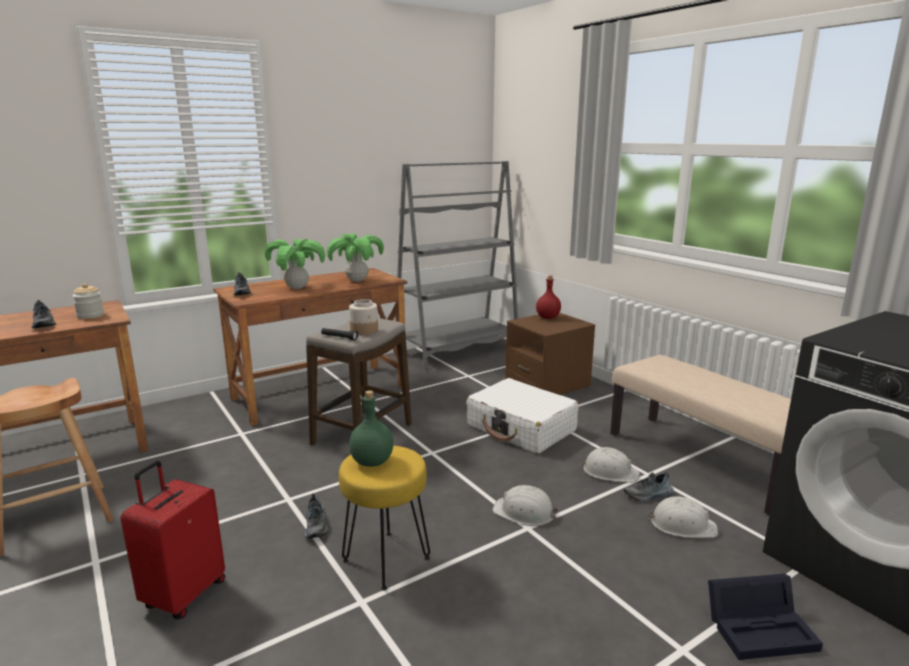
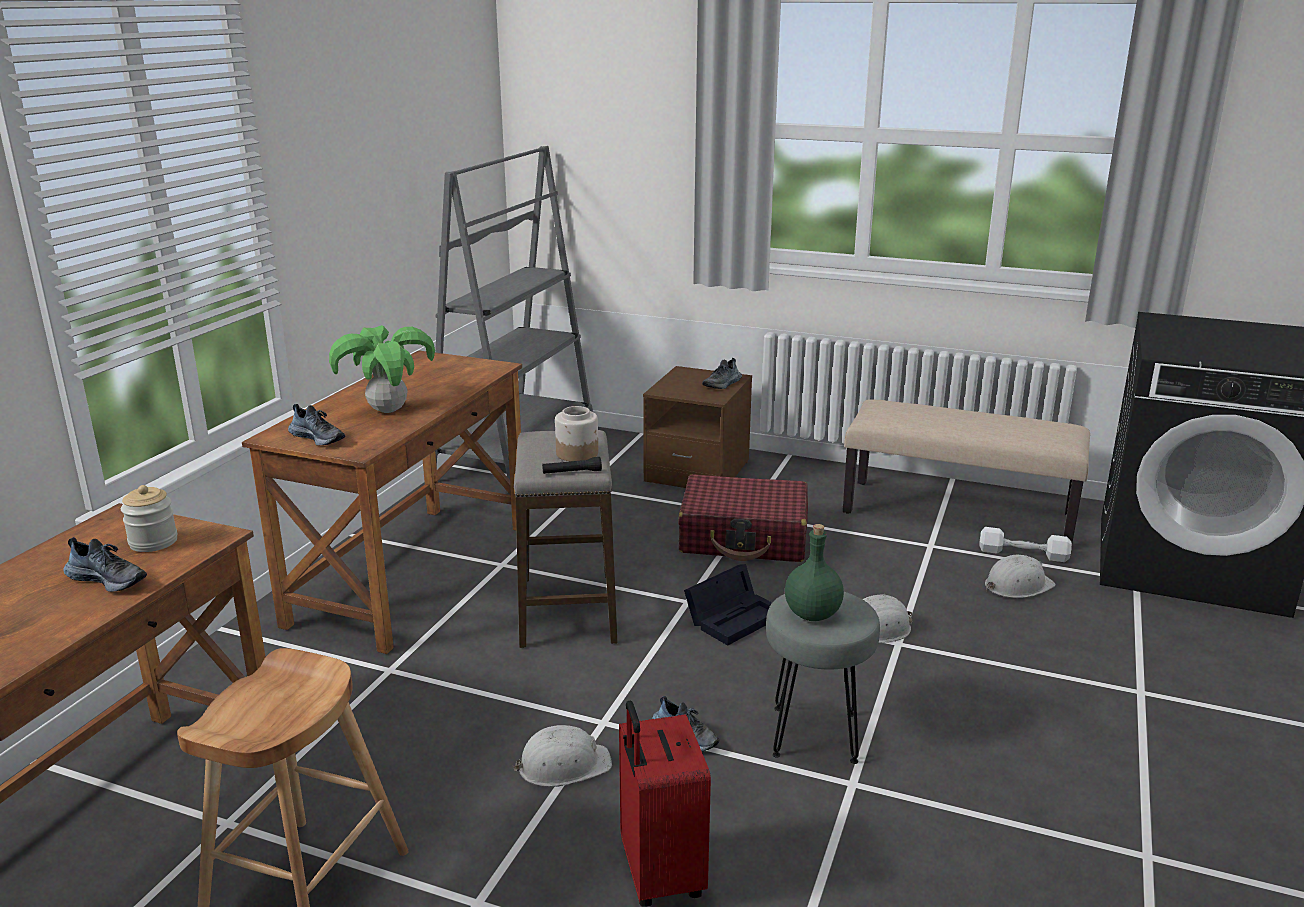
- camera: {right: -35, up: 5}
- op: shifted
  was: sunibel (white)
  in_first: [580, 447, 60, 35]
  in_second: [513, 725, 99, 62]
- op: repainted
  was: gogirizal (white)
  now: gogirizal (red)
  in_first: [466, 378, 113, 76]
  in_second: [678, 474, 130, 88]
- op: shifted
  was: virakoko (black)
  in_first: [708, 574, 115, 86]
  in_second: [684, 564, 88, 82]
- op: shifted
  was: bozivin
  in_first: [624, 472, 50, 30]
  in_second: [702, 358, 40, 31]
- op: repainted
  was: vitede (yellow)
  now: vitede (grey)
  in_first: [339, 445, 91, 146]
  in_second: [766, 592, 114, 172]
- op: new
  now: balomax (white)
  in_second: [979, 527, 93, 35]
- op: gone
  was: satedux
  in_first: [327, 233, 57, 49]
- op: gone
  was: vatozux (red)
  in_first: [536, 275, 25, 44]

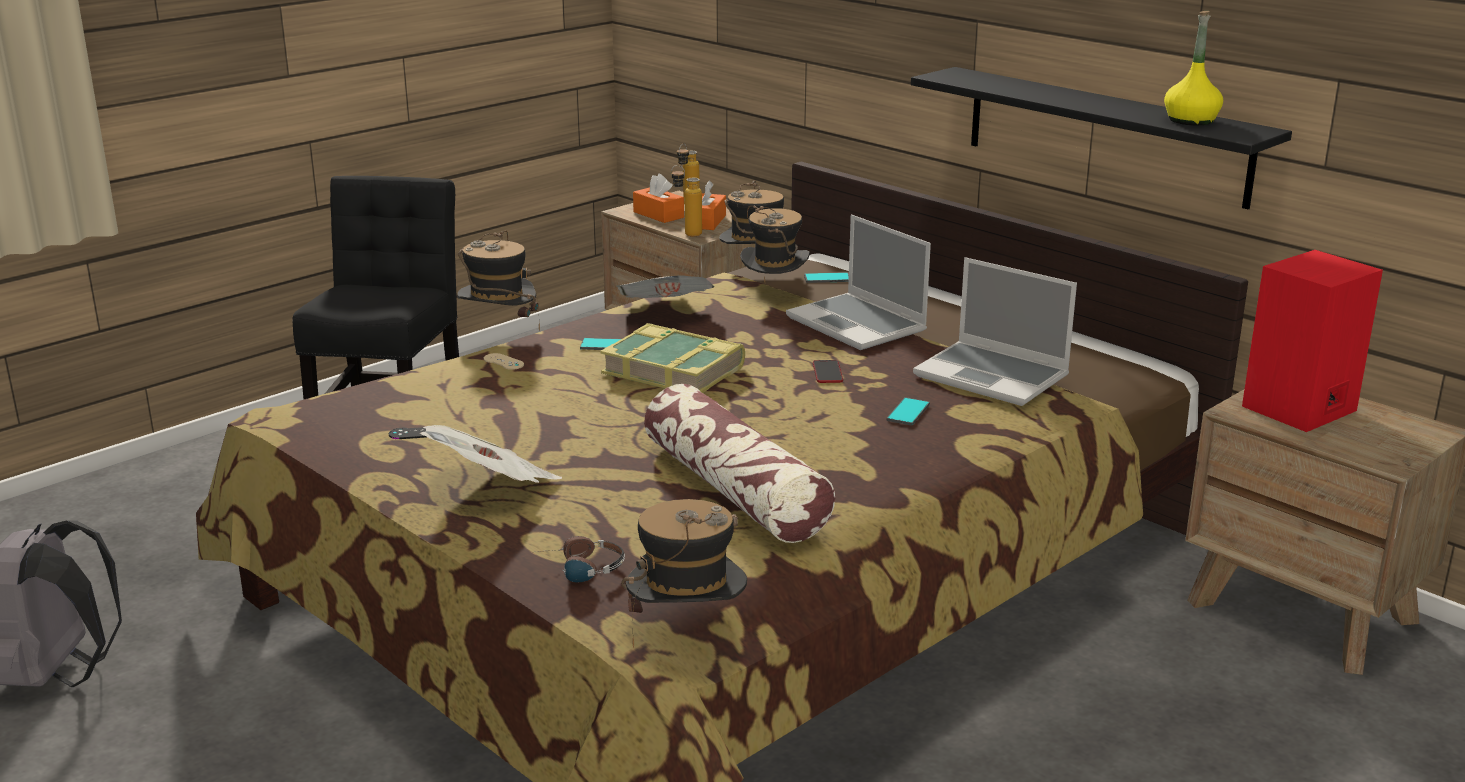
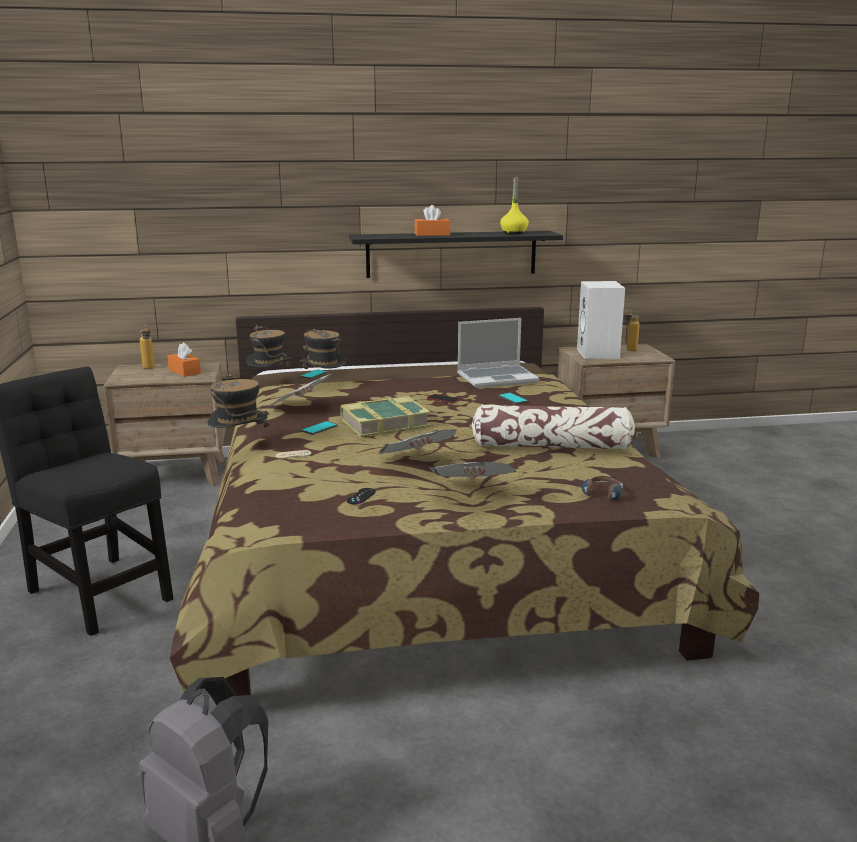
- camera: {right: -55, up: -5}
- op: new
  now: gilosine
  in_second: [378, 429, 79, 25]
- op: shifted
  was: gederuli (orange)
  in_first: [633, 174, 51, 49]
  in_second: [414, 205, 36, 31]
- op: repainted
  was: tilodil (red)
  now: tilodil (white)
  in_first: [1242, 250, 141, 182]
  in_second: [577, 281, 48, 78]
- op: shifted
  was: vatozux
  in_first: [671, 165, 31, 72]
  in_second: [624, 309, 16, 42]
- op: gone
  was: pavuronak
  in_first: [621, 499, 126, 149]
- op: gone
  was: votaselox
  in_first: [786, 215, 145, 135]

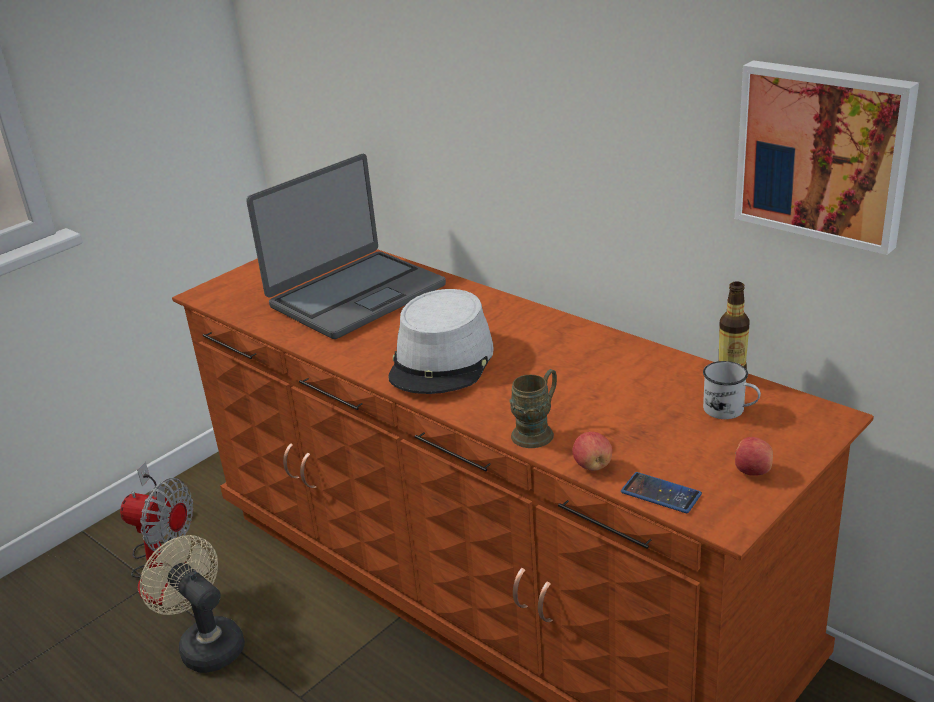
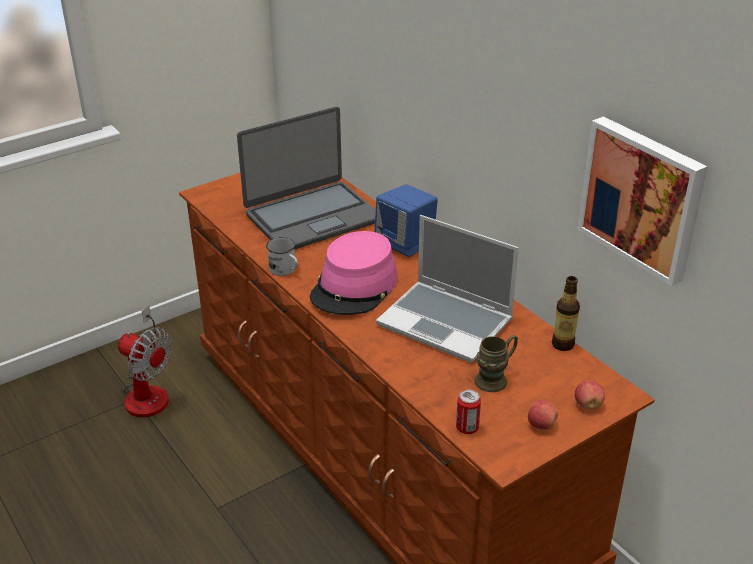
- camera: {right: 10, up: 5}
- op: shifted
  was: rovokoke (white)
  in_first: [703, 361, 58, 58]
  in_second: [266, 237, 32, 39]
- op: repainted
  was: pavuronak (grey)
  now: pavuronak (pink)
  in_first: [388, 289, 106, 105]
  in_second: [310, 231, 88, 84]
- op: new
  now: tilodil (blue)
  in_second: [374, 184, 64, 73]
- op: new
  now: votaselox
  in_second: [376, 215, 143, 148]
- op: swapped
  was: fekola
  now: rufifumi
  in_first: [621, 472, 81, 41]
  in_second: [456, 390, 25, 44]
- op: shifted
  was: rovokoke (brown)
  in_first: [509, 369, 48, 79]
  in_second: [474, 335, 44, 57]
- op: shifted
  was: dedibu
  in_first: [572, 432, 40, 39]
  in_second: [575, 380, 30, 30]
- op: gone
  was: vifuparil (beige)
  in_first: [140, 535, 105, 138]

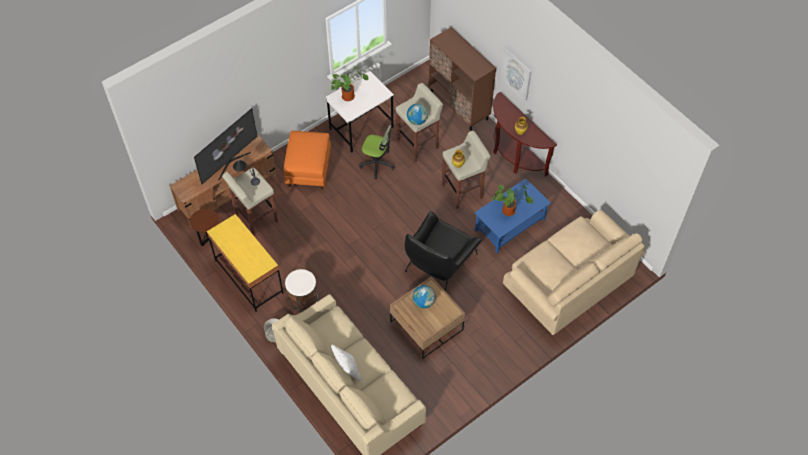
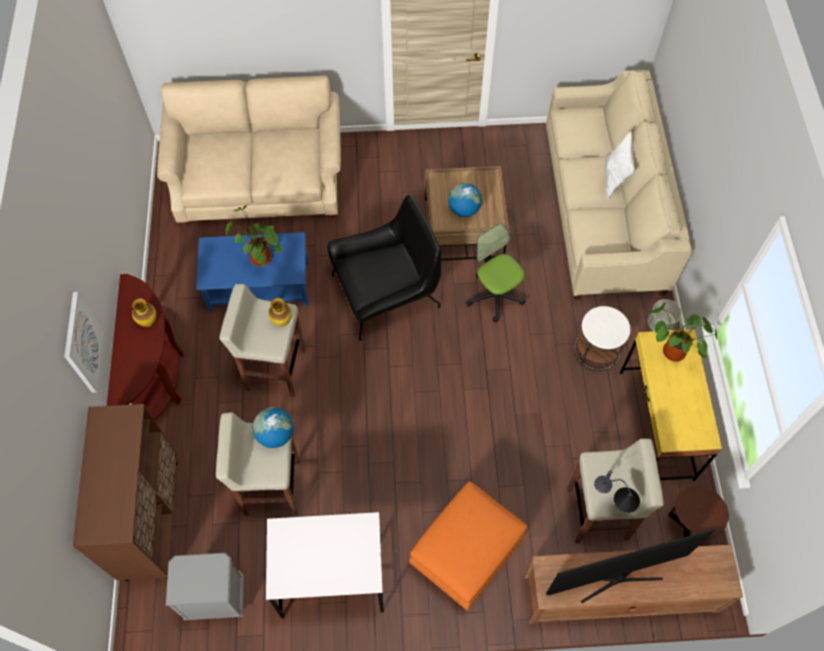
- camera: {right: -145, up: 5}
- op: new
  now: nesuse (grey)
  in_second: [166, 553, 78, 67]
- op: shifted
  was: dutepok
  in_first: [359, 125, 36, 54]
  in_second: [466, 224, 59, 98]
- op: shifted
  was: satedux
  in_first: [331, 66, 37, 35]
  in_second: [649, 303, 68, 59]

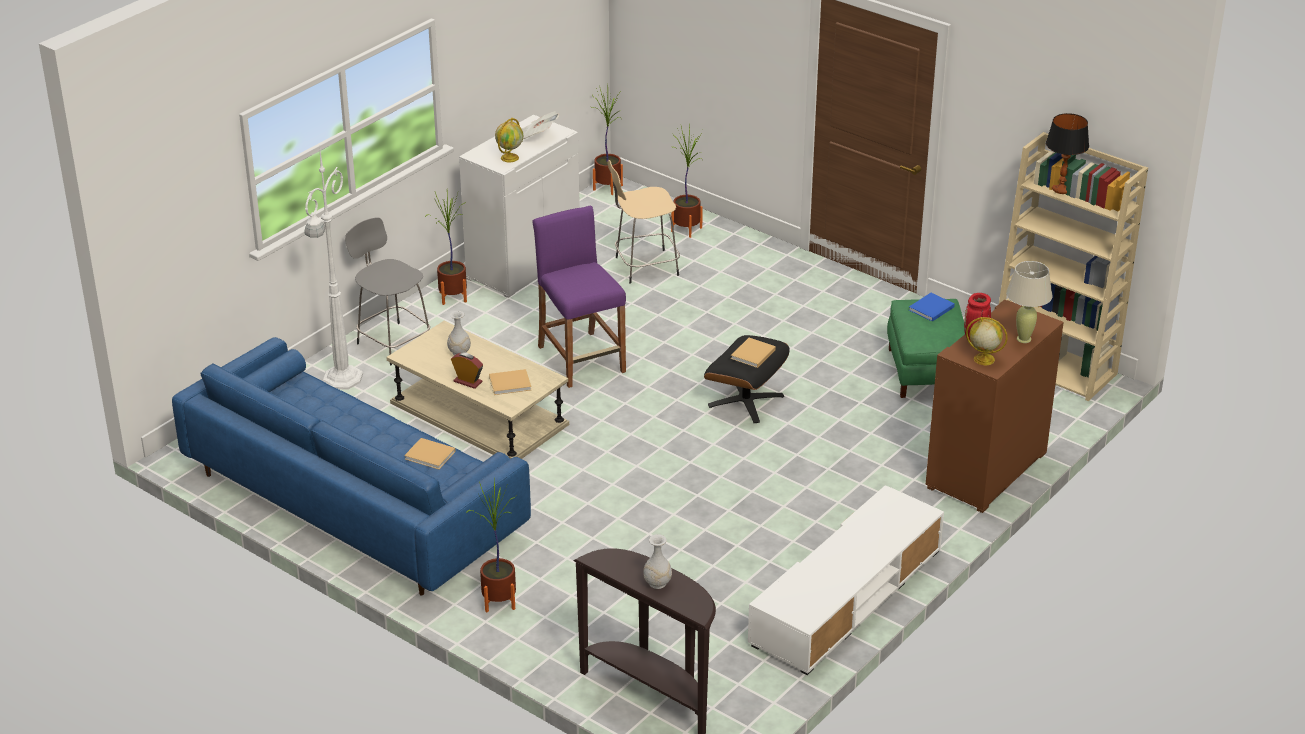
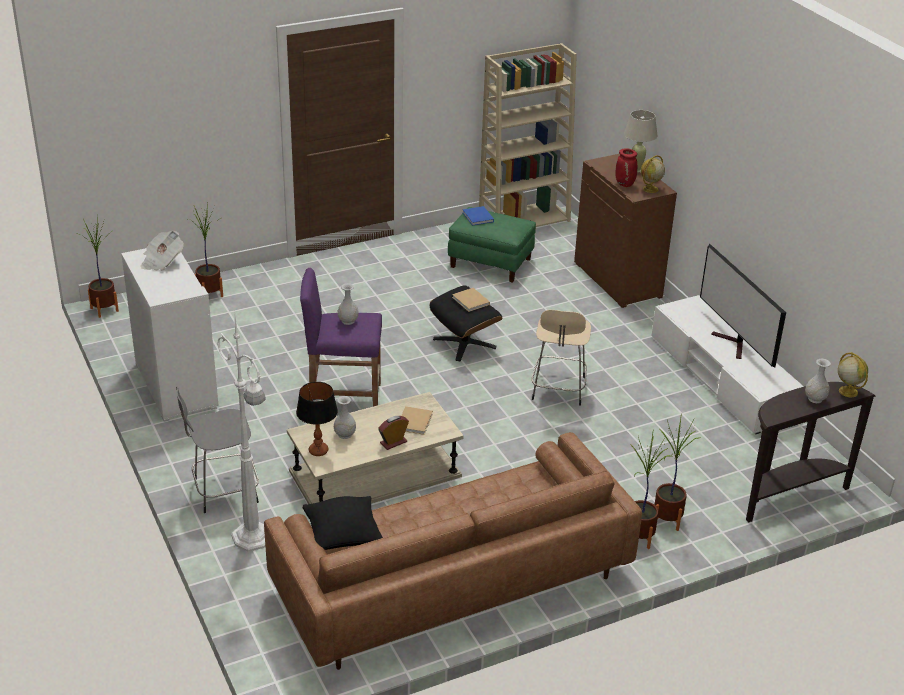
- camera: {right: -65, up: 0}
- op: repainted
  was: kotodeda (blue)
  now: kotodeda (brown)
  in_first: [172, 337, 359, 259]
  in_second: [264, 432, 378, 238]
- op: shifted
  was: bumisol
  in_first: [1046, 113, 43, 81]
  in_second: [296, 382, 42, 74]
- op: new
  now: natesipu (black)
  in_second: [303, 496, 80, 54]
- op: new
  now: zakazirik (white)
  in_second: [338, 283, 21, 42]
- op: shifted
  was: vitede (beige)
  in_first: [608, 160, 72, 124]
  in_second: [531, 310, 60, 96]
- op: shifted
  was: satedux
  in_first: [425, 192, 42, 113]
  in_second: [654, 413, 48, 118]
- op: new
  now: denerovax
  in_second: [700, 244, 86, 123]
- op: shifted
  was: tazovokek
  in_first: [495, 118, 28, 44]
  in_second: [838, 352, 30, 45]
- op: gone
  was: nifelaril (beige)
  in_first: [404, 438, 52, 32]

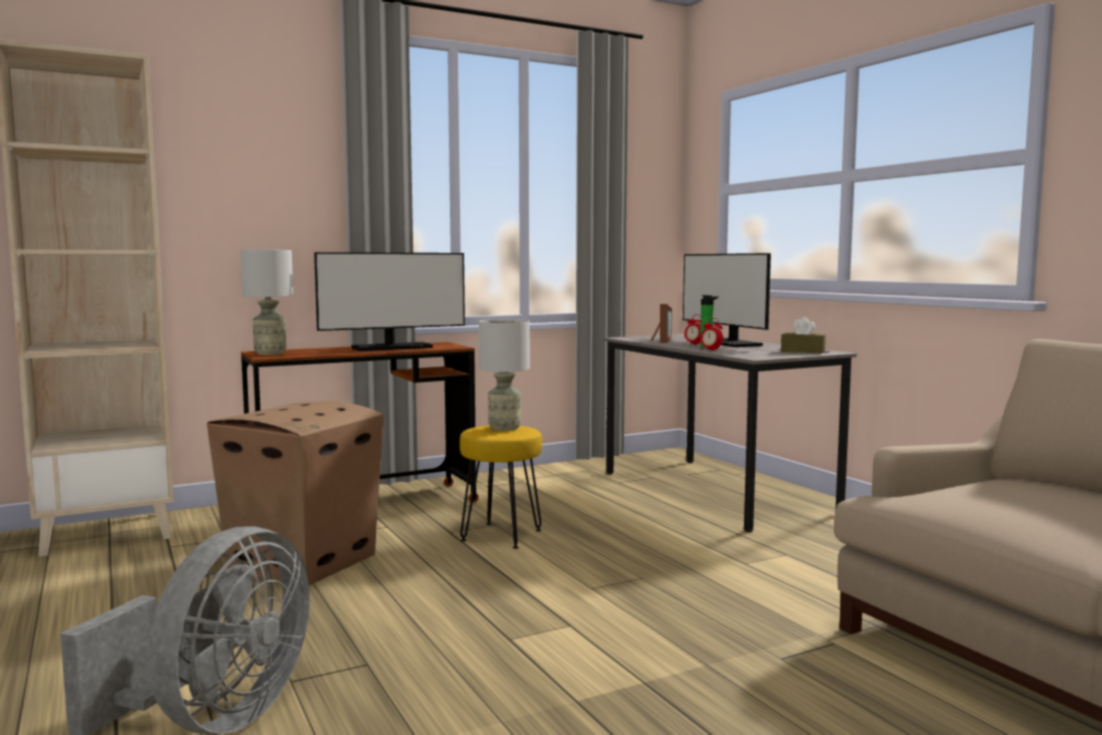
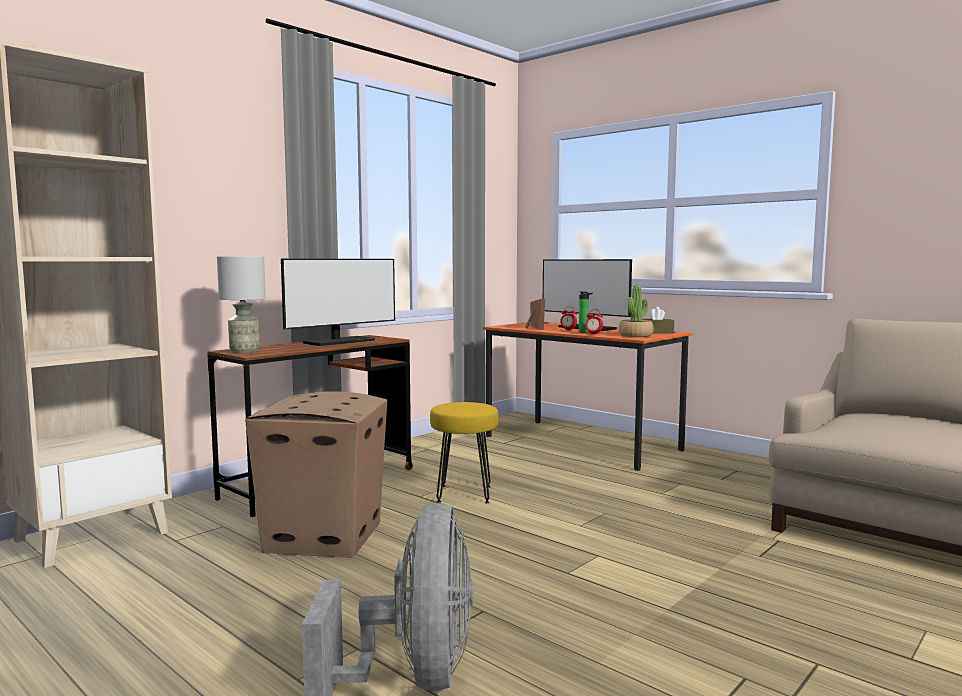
- camera: {right: -20, up: 0}
- op: repainted
  was: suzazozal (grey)
  now: suzazozal (orange)
  in_first: [604, 334, 253, 198]
  in_second: [483, 322, 209, 149]
- op: new
  now: satedux
  in_second: [619, 284, 35, 53]
- op: gone
  was: bumisol (grey)
  in_first: [479, 319, 51, 112]

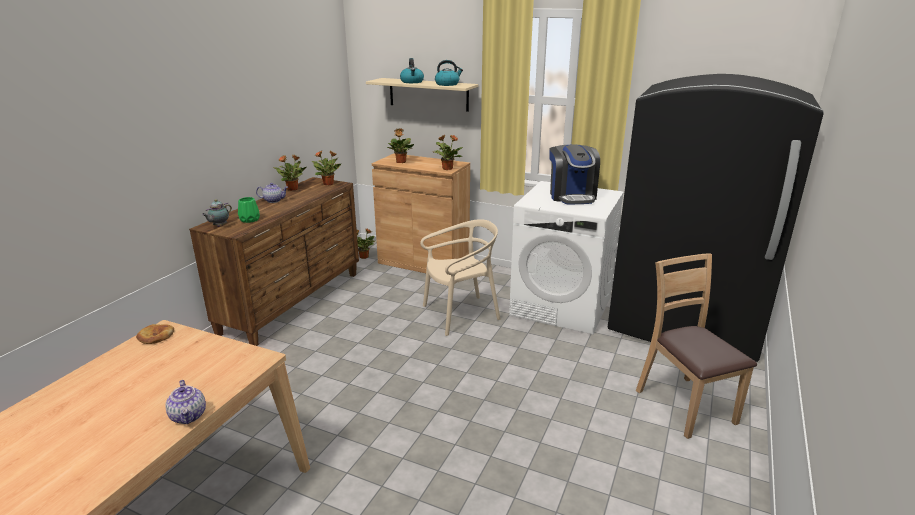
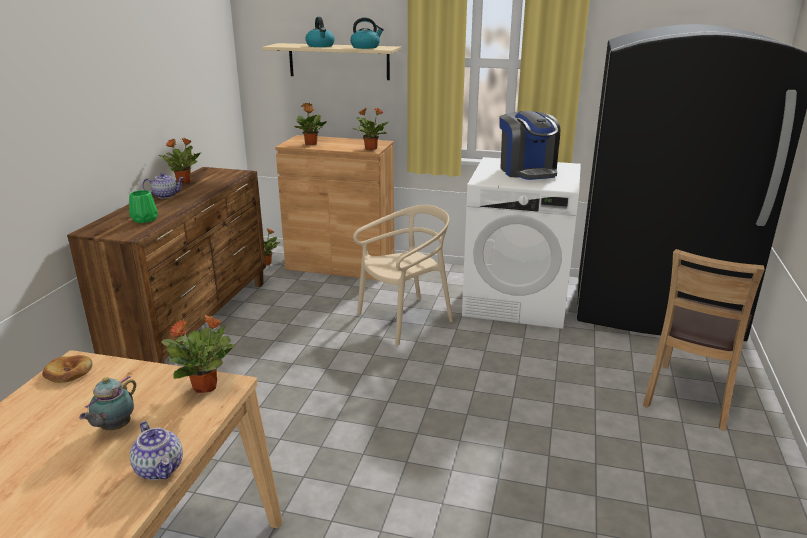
- camera: {right: -10, up: 0}
- op: shifted
  was: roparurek
  in_first: [202, 199, 30, 28]
  in_second: [79, 376, 57, 54]
- op: shifted
  was: satedux
  in_first: [312, 151, 29, 34]
  in_second: [161, 315, 74, 78]
- op: rotated
  was: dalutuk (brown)
  in_first: [636, 253, 121, 186]
  in_second: [643, 249, 122, 182]
  clockwise: -120

